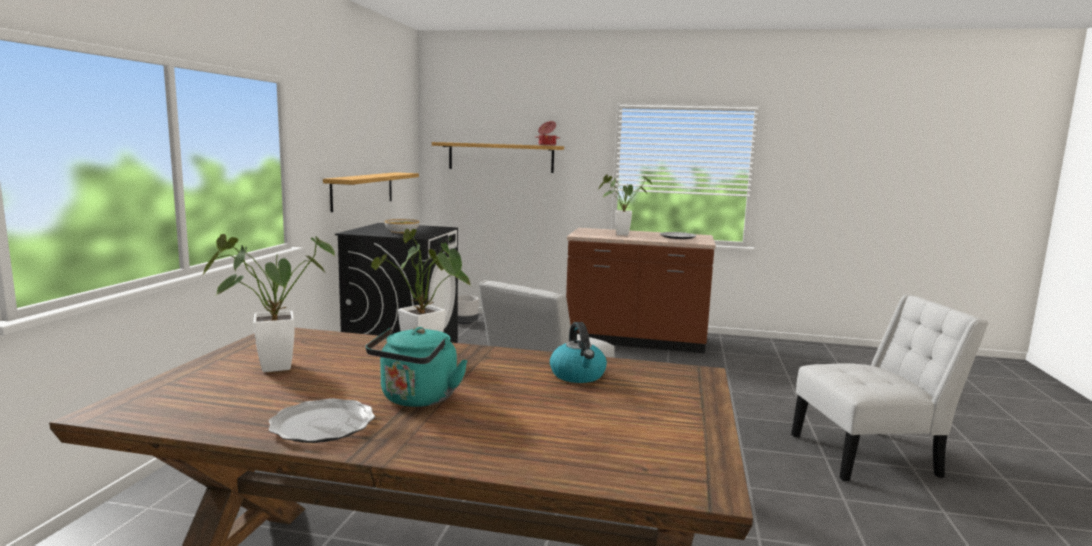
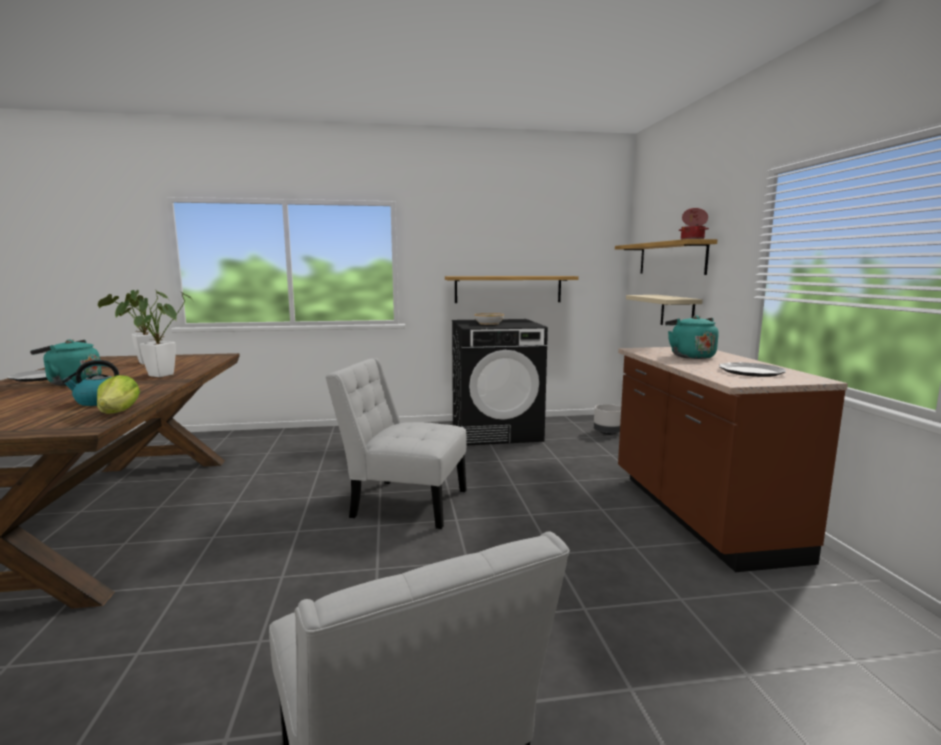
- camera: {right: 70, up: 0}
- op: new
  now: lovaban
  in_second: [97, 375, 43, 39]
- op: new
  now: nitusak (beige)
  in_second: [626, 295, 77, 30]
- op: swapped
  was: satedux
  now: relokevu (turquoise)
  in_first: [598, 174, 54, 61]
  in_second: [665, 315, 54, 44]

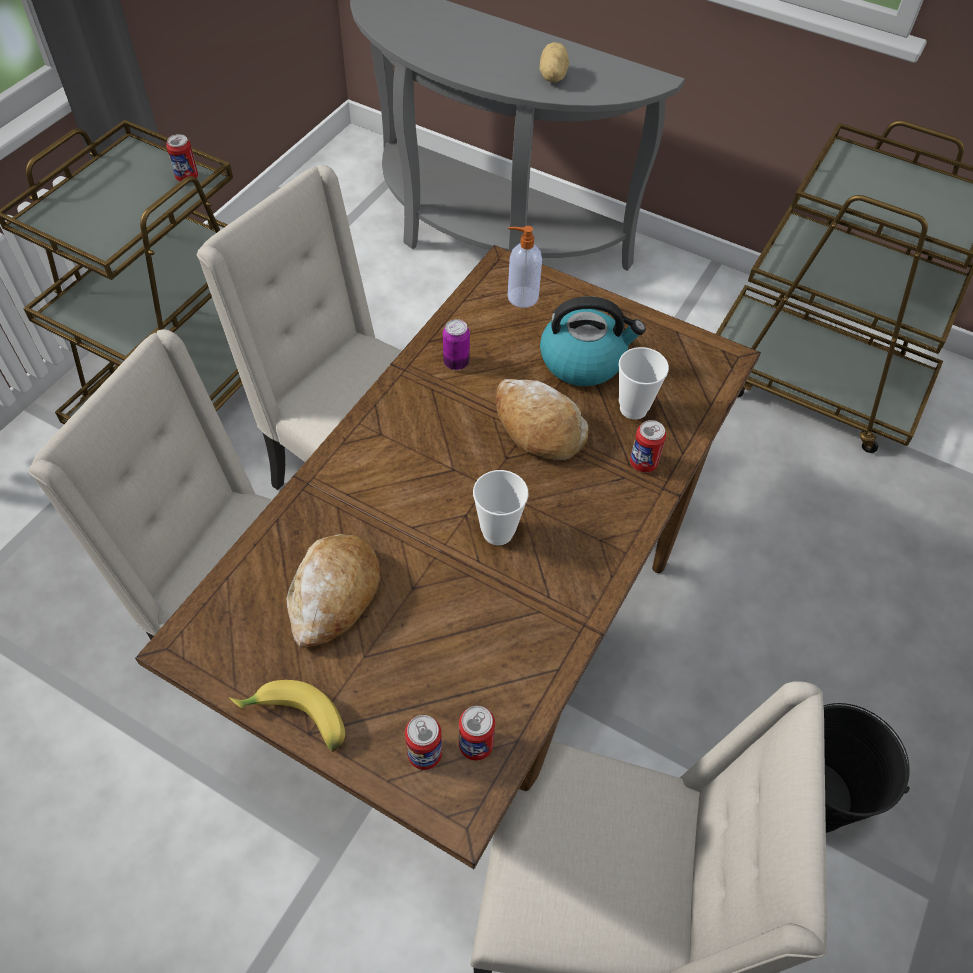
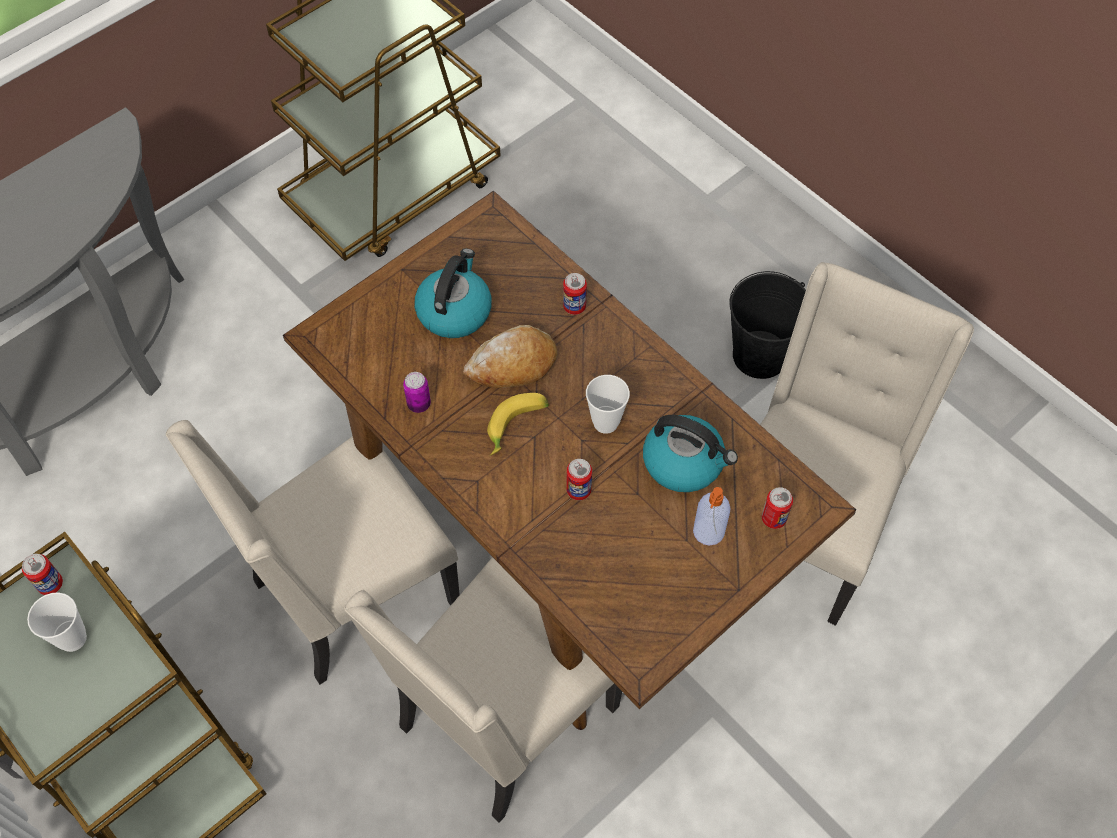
- camera: {right: -70, up: 5}
- op: shifted
  was: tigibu
  in_first: [619, 347, 50, 73]
  in_second: [27, 592, 60, 60]
- op: shifted
  was: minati
  in_first: [229, 680, 116, 72]
  in_second: [487, 393, 62, 63]
- op: shifted
  was: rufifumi
  in_first: [459, 706, 36, 55]
  in_second: [566, 459, 26, 41]
- op: new
  now: relokevu
  in_second: [643, 415, 95, 77]
- op: shifted
  was: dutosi
  in_first: [508, 226, 34, 82]
  in_second: [693, 487, 38, 59]
- op: gone
  was: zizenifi
  in_first: [287, 534, 94, 114]
- op: gone
  was: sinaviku
  in_first: [540, 42, 29, 40]

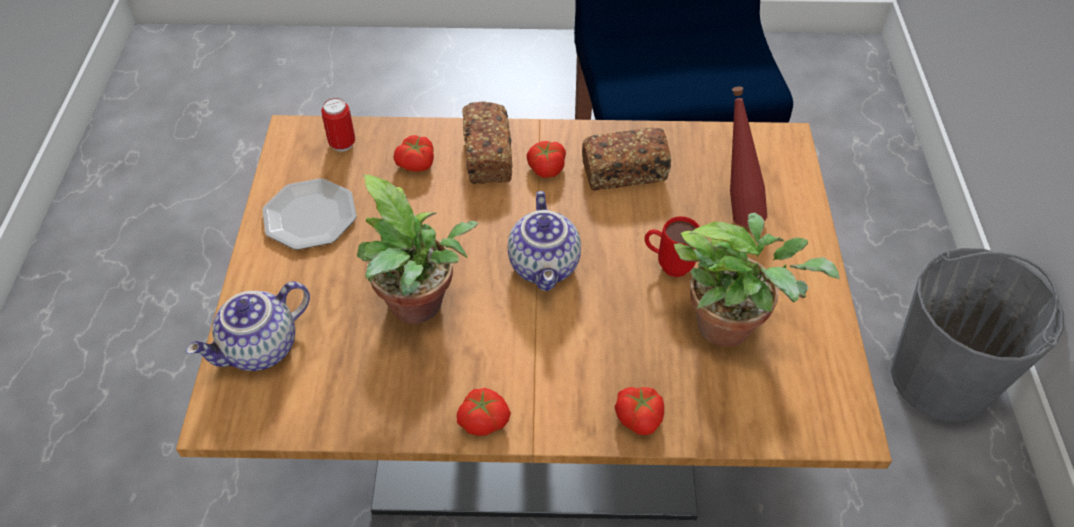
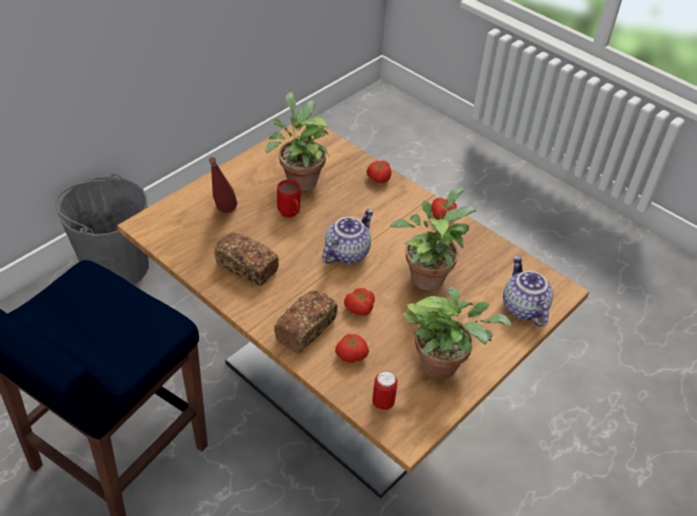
- camera: {right: -140, up: -5}
- op: shifted
  was: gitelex
  in_first: [526, 141, 40, 37]
  in_second: [344, 288, 31, 28]
- op: swapped
  was: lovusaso
  now: satedux
  in_first: [262, 178, 95, 72]
  in_second: [402, 287, 110, 93]
- op: rotated
  was: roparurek
  in_first: [186, 281, 124, 90]
  in_second: [503, 256, 50, 71]
  clockwise: -105

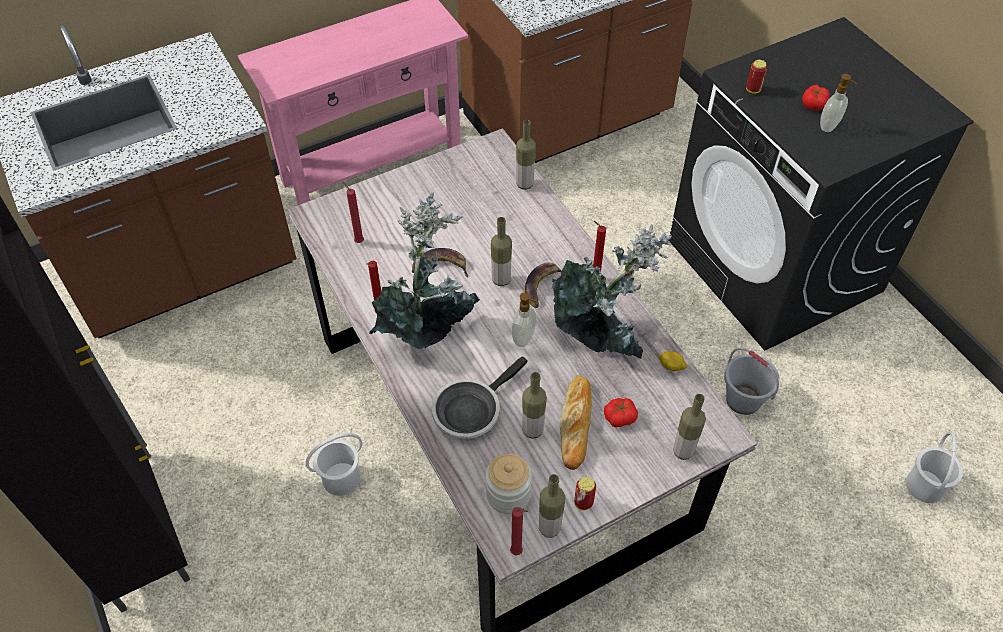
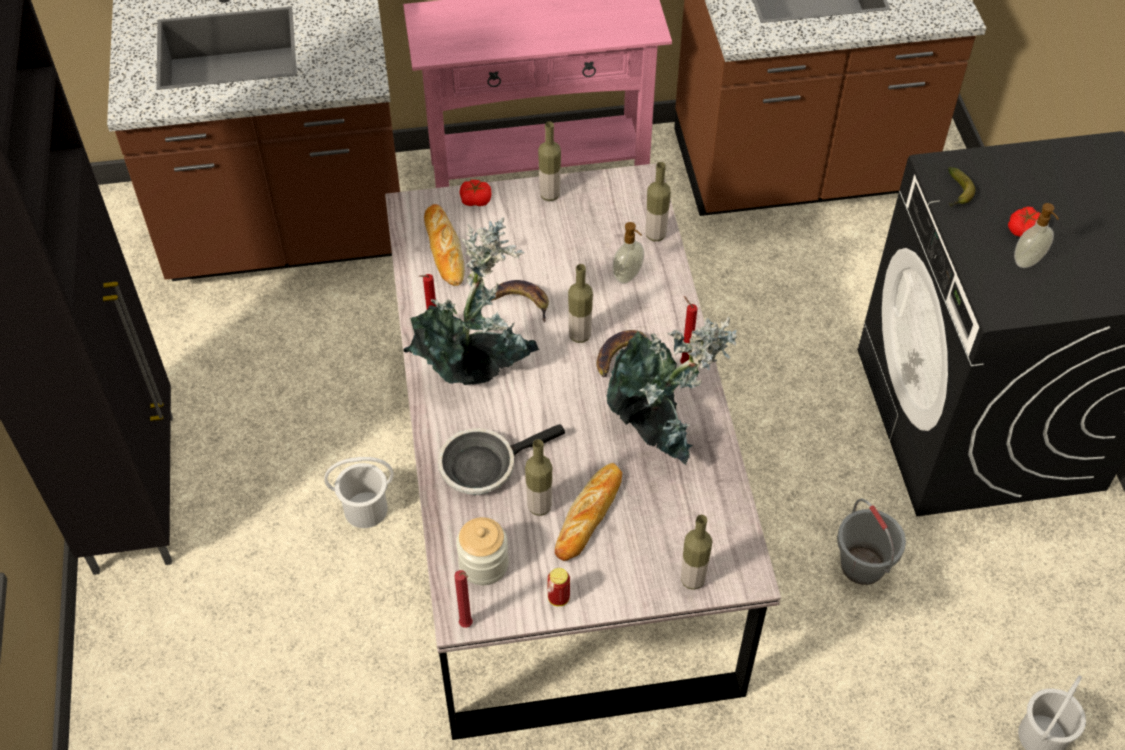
- camera: {right: 20, up: 0}
- op: swapped
  was: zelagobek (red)
  now: zizenifi
  in_first: [343, 182, 21, 61]
  in_second: [424, 204, 41, 82]
- op: shifted
  was: gitelex
  in_first: [604, 398, 34, 29]
  in_second: [459, 180, 32, 26]
- op: shifted
  was: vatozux
  in_first: [539, 474, 26, 64]
  in_second: [538, 121, 23, 80]
- op: shifted
  was: dutosi
  in_first: [512, 292, 26, 55]
  in_second: [613, 222, 31, 62]
- op: swapped
  was: rufifumi
  now: minati
  in_first: [746, 60, 21, 33]
  in_second: [948, 167, 27, 40]
- op: gone
  was: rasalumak
  in_first: [658, 351, 29, 20]

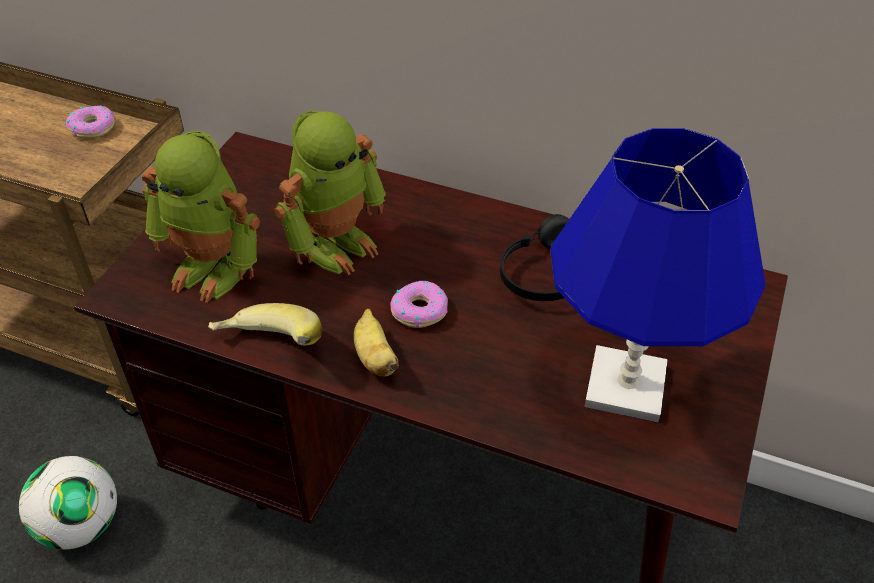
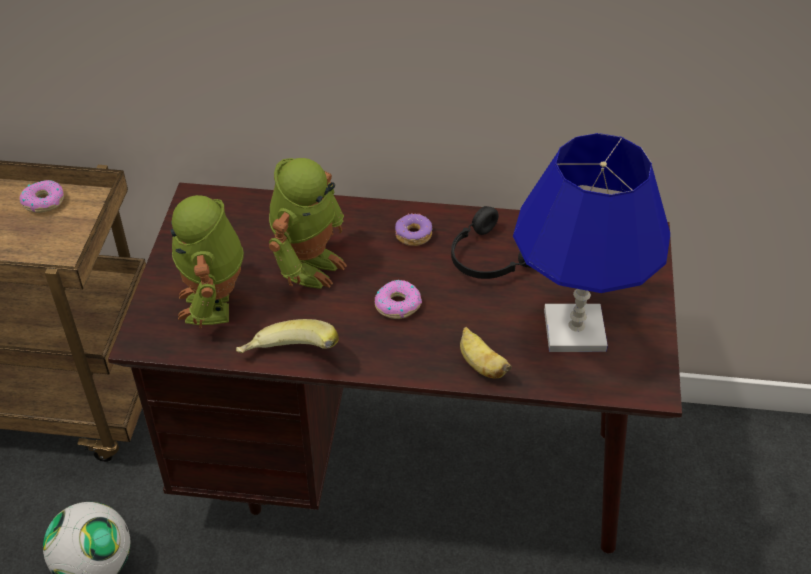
- camera: {right: -15, up: 0}
- op: rotated
  was: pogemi
  in_first: [141, 130, 119, 173]
  in_second: [171, 195, 73, 134]
  clockwise: 75
- op: new
  now: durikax
  in_second: [395, 214, 37, 32]
- op: shifted
  was: minati
  in_first: [354, 309, 45, 68]
  in_second: [460, 327, 52, 51]

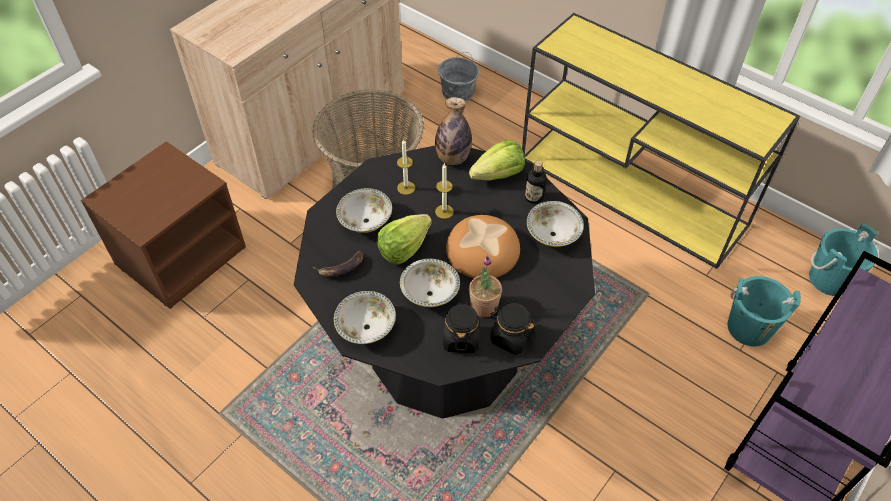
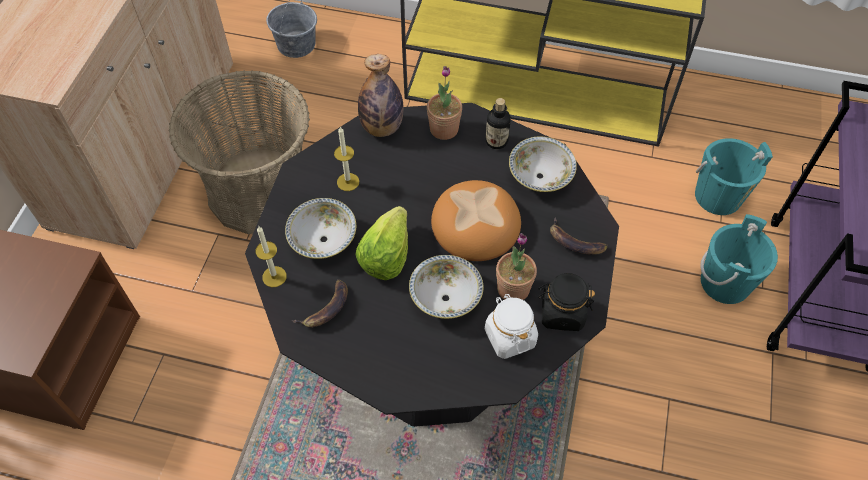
- camera: {right: -25, up: 5}
- op: shifted
  was: zelagobek
  in_first: [435, 164, 19, 55]
  in_second: [255, 226, 32, 61]
- op: swapped
  was: lovaban
  now: satedux
  in_first: [469, 140, 56, 41]
  in_second: [427, 66, 35, 74]
- op: repainted
  was: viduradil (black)
  now: viduradil (white)
  in_first: [443, 302, 37, 51]
  in_second: [485, 294, 53, 65]
- op: new
  now: minati
  in_second: [550, 218, 58, 37]
- op: shifted
  was: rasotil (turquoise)
  in_first: [809, 223, 69, 73]
  in_second: [700, 214, 78, 90]
- op: gone
  was: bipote
  in_first: [334, 291, 62, 53]

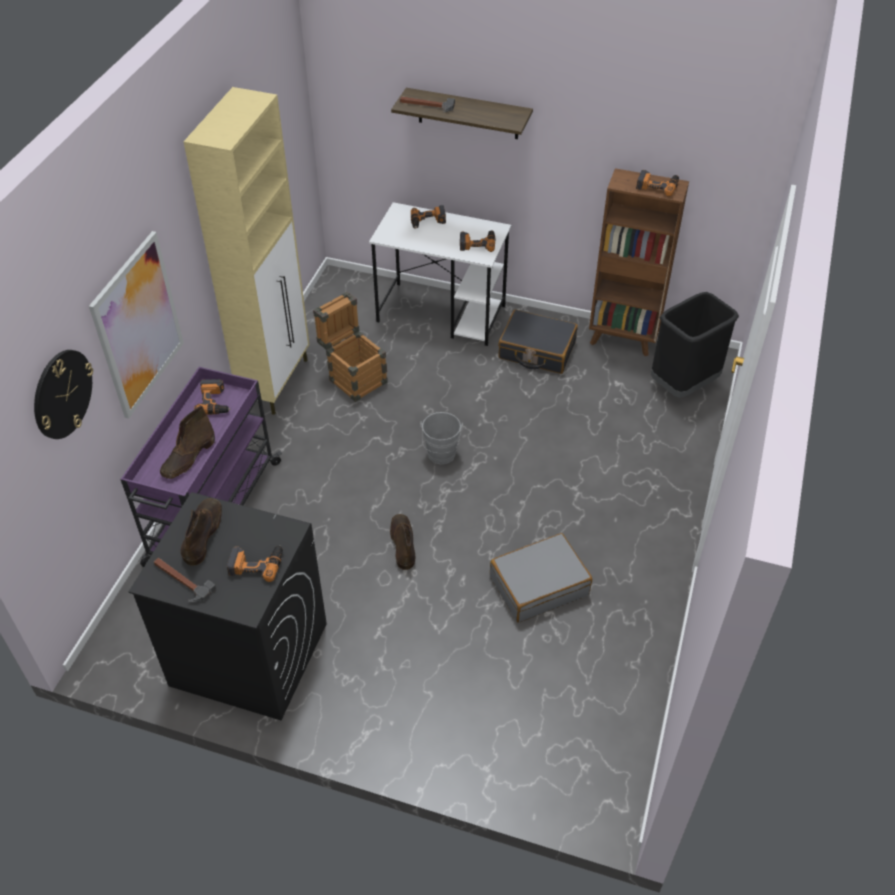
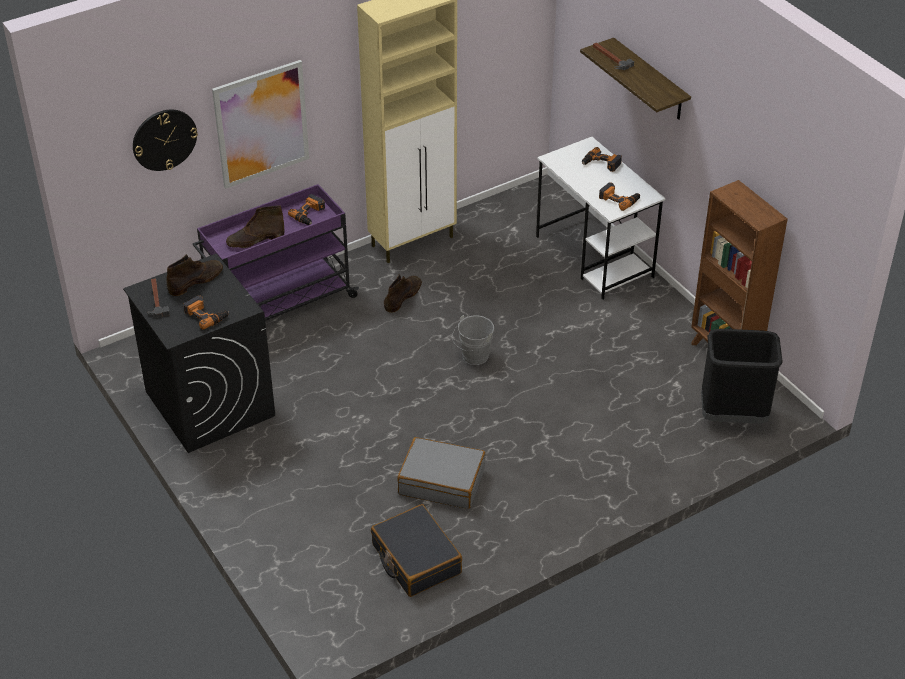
- camera: {right: 40, up: -5}
- op: shifted
  was: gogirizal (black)
  in_first: [498, 309, 80, 65]
  in_second: [371, 504, 91, 93]
- op: shifted
  was: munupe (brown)
  in_first: [390, 514, 25, 56]
  in_second: [384, 274, 38, 39]
- op: gone
  was: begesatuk
  in_first: [313, 291, 75, 111]
- op: gone
  was: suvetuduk
  in_first: [636, 170, 43, 27]

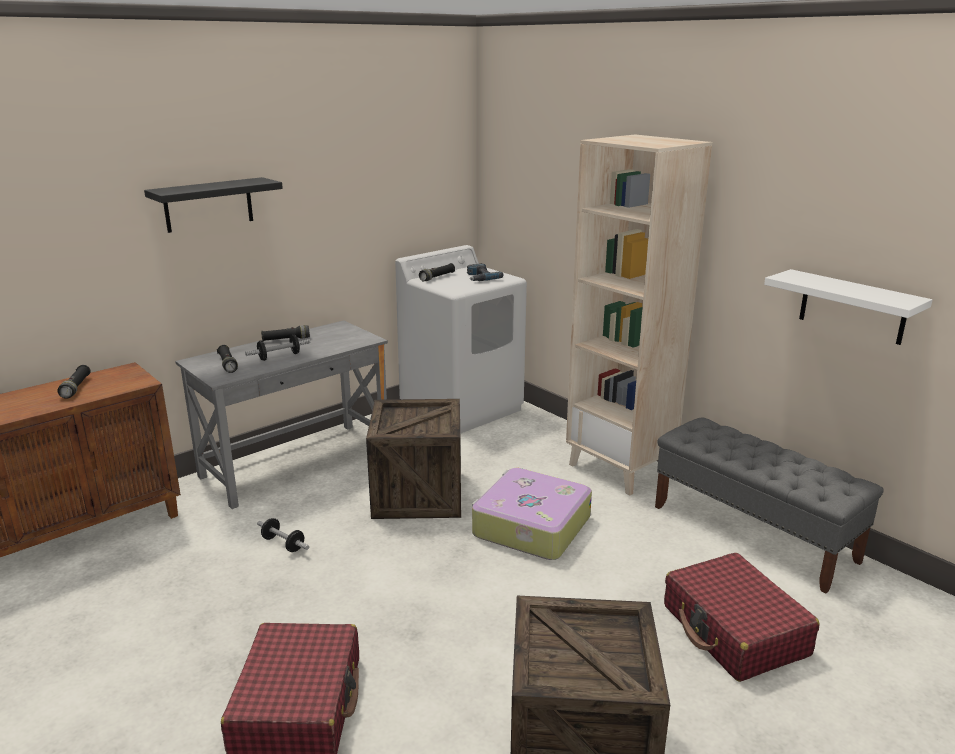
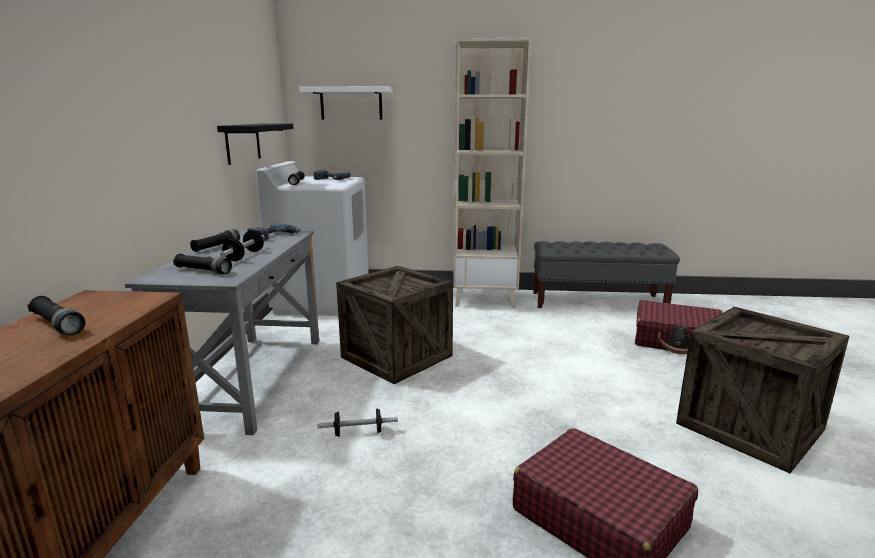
- camera: {right: -45, up: -5}
- op: shifted
  was: nitusak (black)
  in_first: [144, 177, 139, 56]
  in_second: [217, 124, 77, 41]
- op: new
  now: suvetuduk
  in_second: [247, 223, 54, 18]
- op: shifted
  was: nitusak (white)
  in_first: [764, 269, 169, 76]
  in_second: [299, 86, 94, 33]
- op: gone
  was: gogirizal
  in_first: [472, 468, 120, 92]

